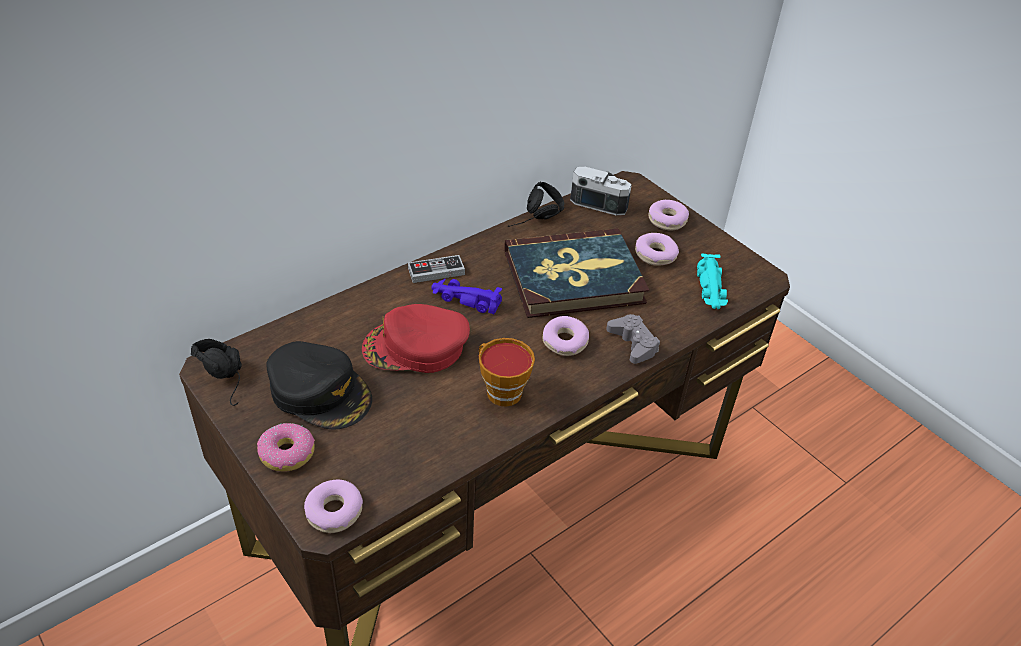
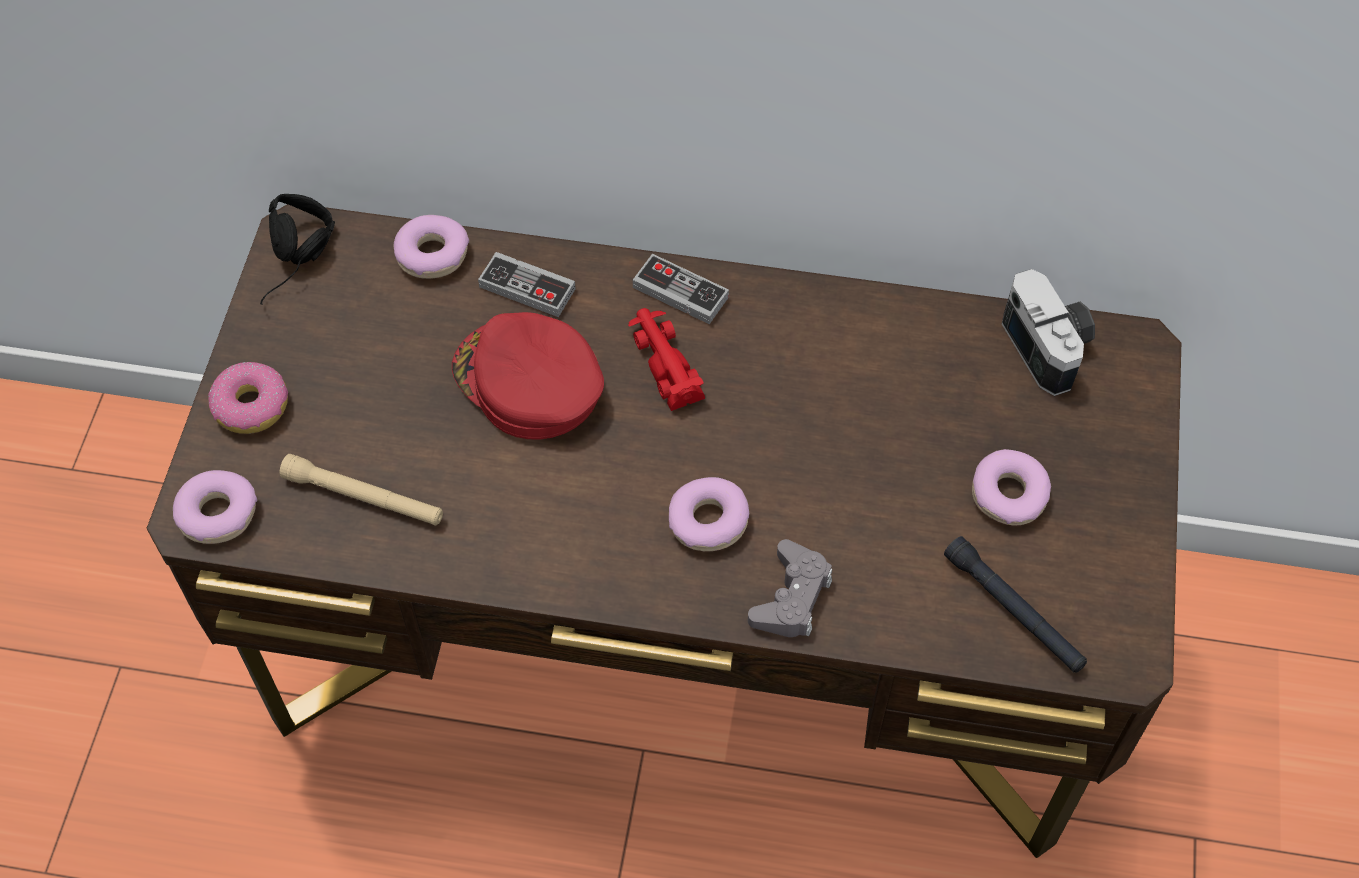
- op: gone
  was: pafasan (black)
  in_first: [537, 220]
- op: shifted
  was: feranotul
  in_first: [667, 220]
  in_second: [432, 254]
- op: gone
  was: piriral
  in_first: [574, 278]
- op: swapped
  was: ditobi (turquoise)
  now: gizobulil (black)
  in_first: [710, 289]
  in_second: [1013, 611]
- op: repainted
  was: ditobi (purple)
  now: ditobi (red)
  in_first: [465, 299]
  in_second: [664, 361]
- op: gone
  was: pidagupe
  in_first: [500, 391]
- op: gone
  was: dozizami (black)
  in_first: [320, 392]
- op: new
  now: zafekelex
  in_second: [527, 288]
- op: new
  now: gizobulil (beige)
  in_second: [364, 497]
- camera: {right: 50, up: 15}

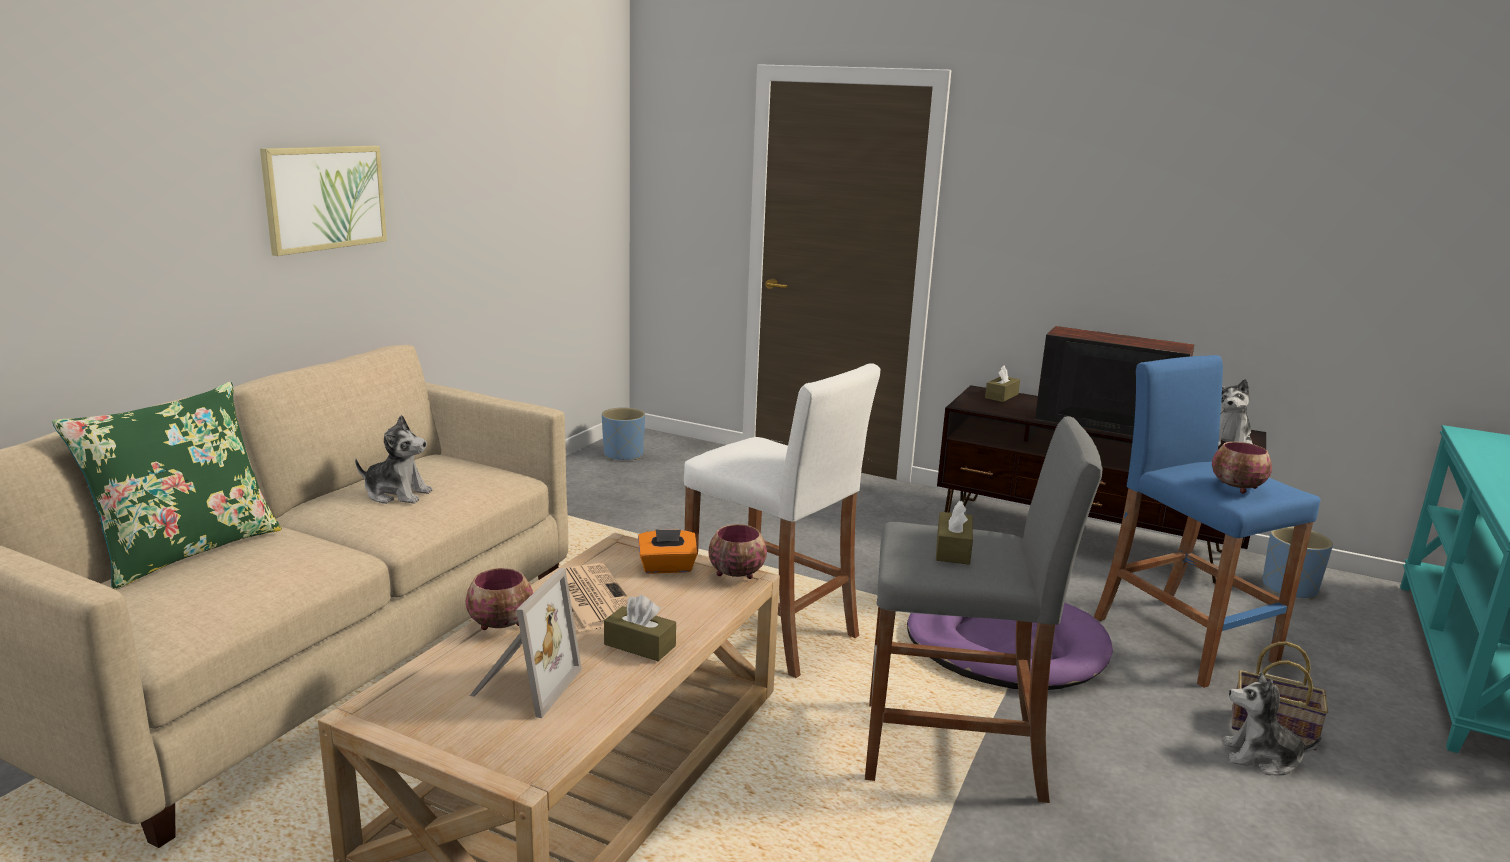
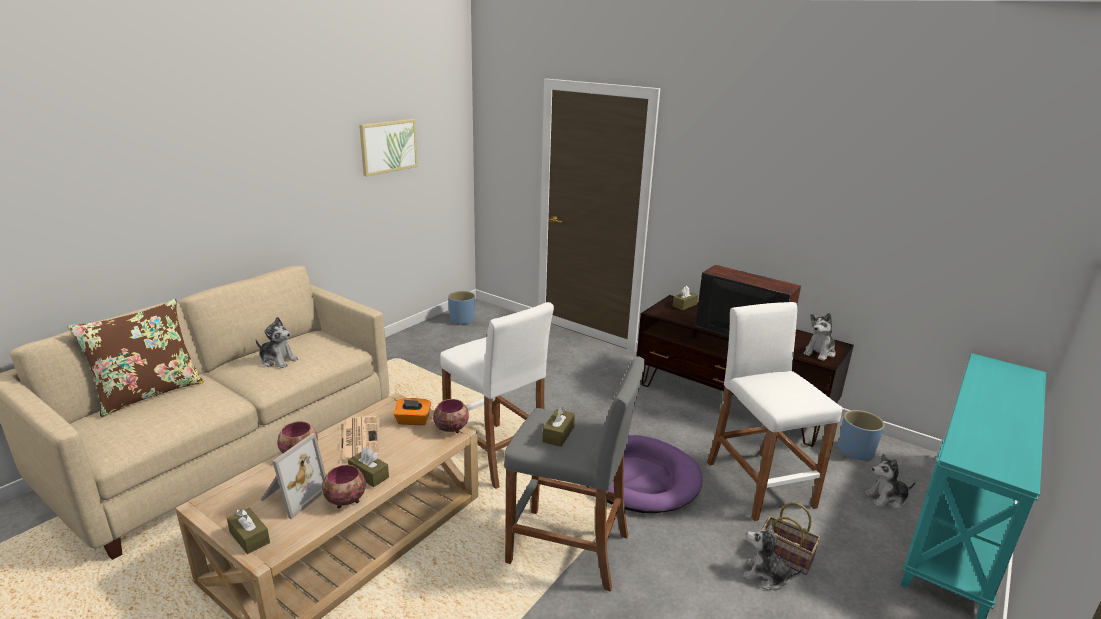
- op: shifted
  was: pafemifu
  in_first: [325, 198]
  in_second: [388, 146]
- op: repainted
  was: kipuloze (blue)
  now: kipuloze (white)
  in_first: [1182, 639]
  in_second: [759, 484]
- op: repainted
  was: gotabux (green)
  now: gotabux (brown)
  in_first: [186, 551]
  in_second: [149, 393]
- op: shifted
  was: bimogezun
  in_first: [1237, 488]
  in_second: [345, 501]
- op: new
  now: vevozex
  in_second: [886, 499]
- op: new
  now: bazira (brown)
  in_second: [249, 537]
- camera: {right: 10, up: 5}

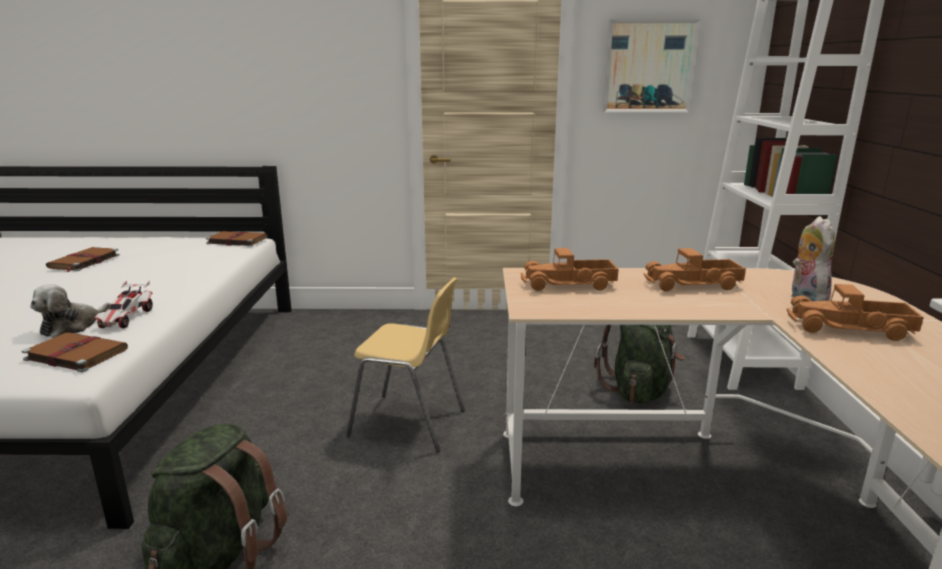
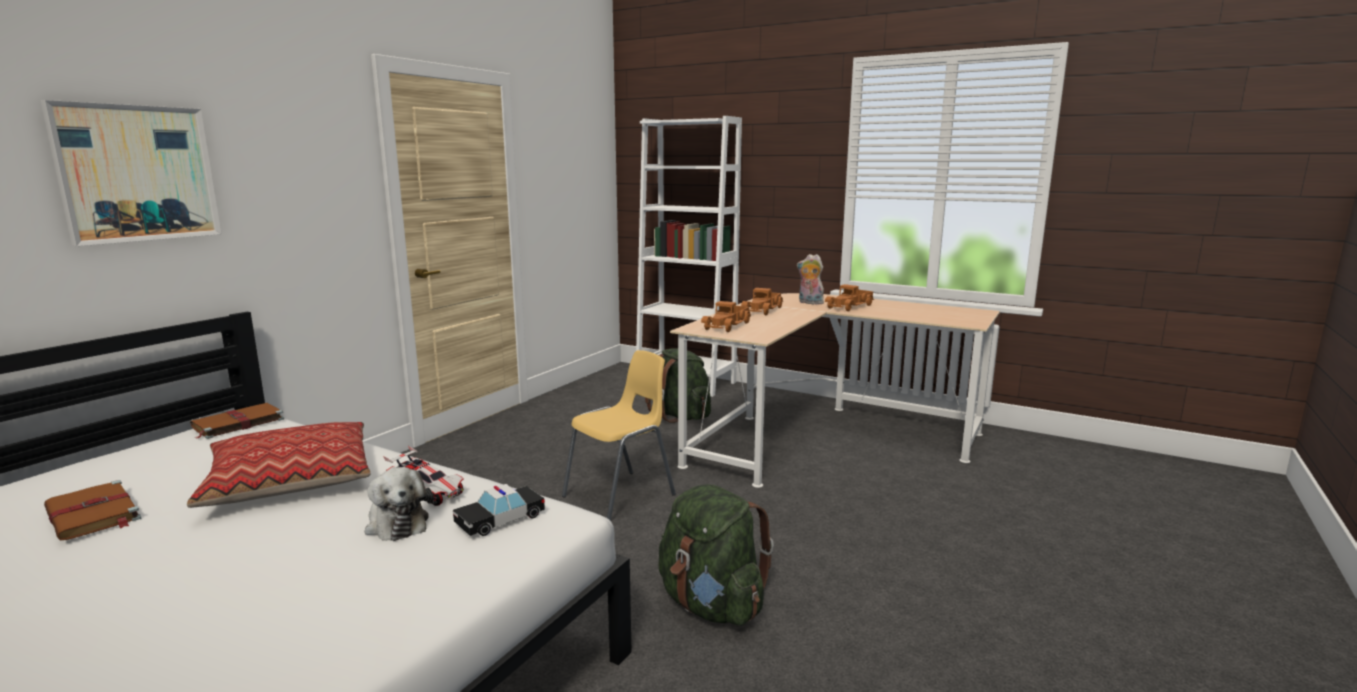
- op: shifted
  was: pafemifu
  in_first: [649, 66]
  in_second: [137, 173]
- op: swapped
  was: piriral (brown)
  now: ditobi
  in_first: [75, 354]
  in_second: [500, 519]
- op: new
  now: gotabux
  in_second: [289, 480]
- camera: {right: -60, up: -5}

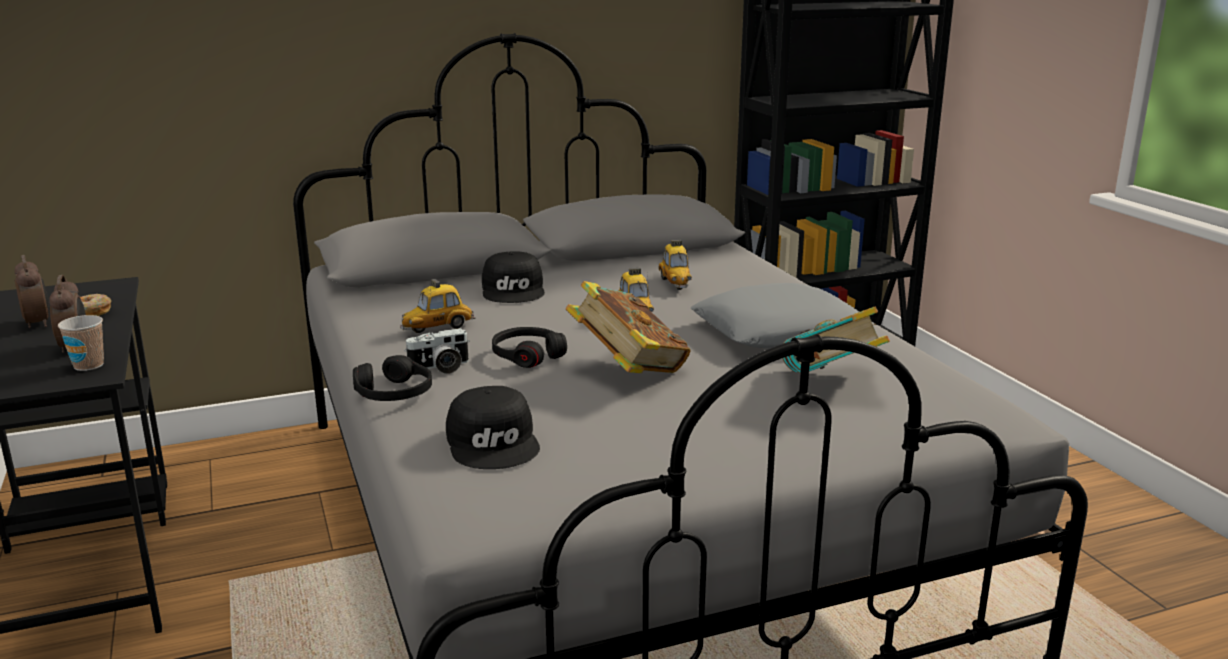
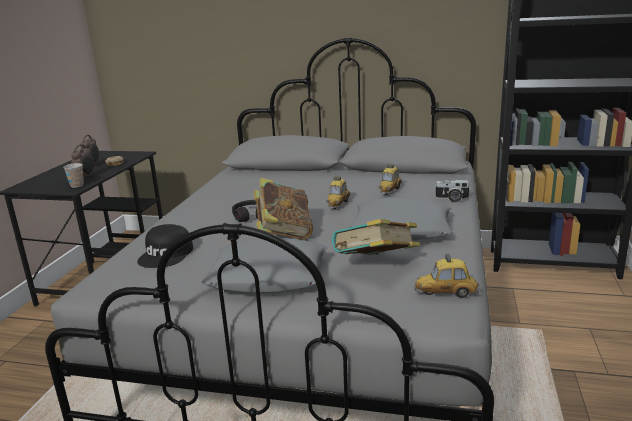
- op: gone
  was: dozizami (black)
  in_first: [514, 290]
- op: shifted
  was: ditobi
  in_first: [438, 328]
  in_second: [446, 293]
- op: shifted
  was: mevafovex
  in_first: [440, 368]
  in_second: [452, 199]
- op: gone
  was: pafasan (black)
  in_first: [394, 393]
- op: new
  now: gotabux (grey)
  in_second: [269, 276]
- camera: {right: 35, up: 0}

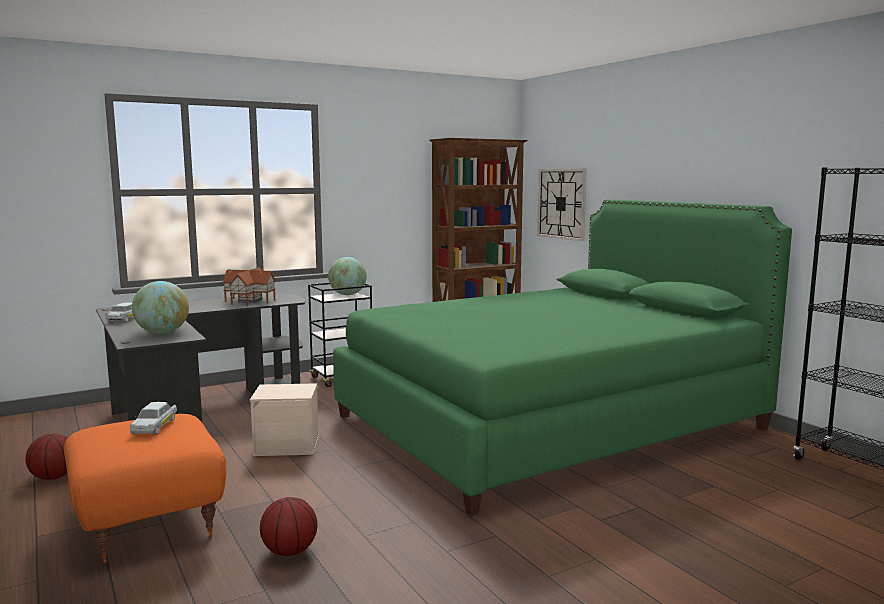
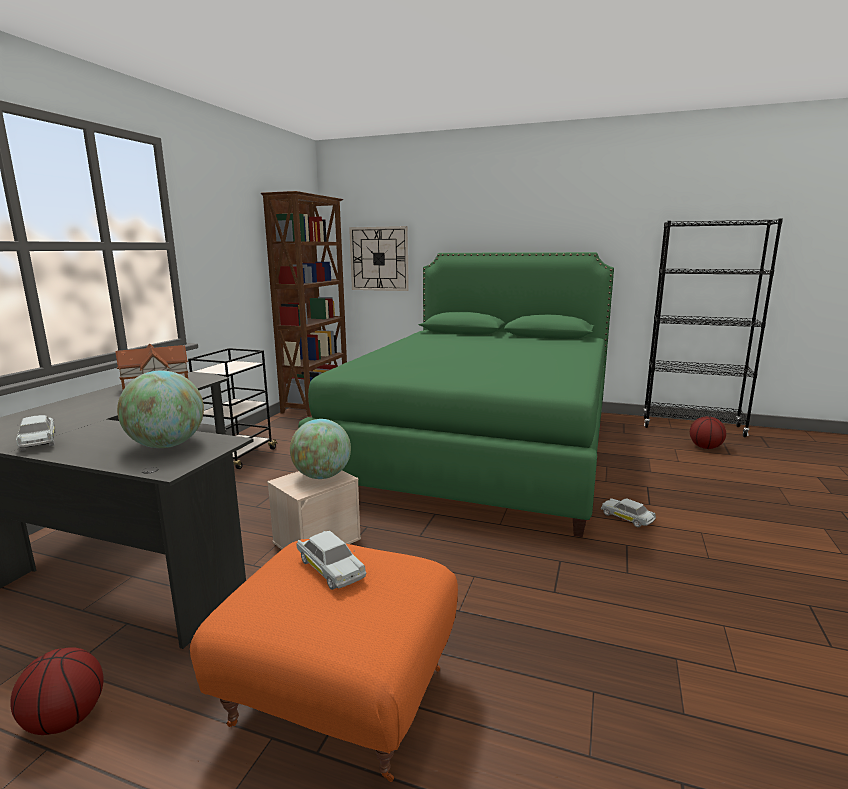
- op: shifted
  was: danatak
  in_first: [347, 294]
  in_second: [322, 476]
- op: shifted
  was: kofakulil
  in_first: [289, 551]
  in_second: [705, 447]
- op: new
  now: ditobi (white)
  in_second: [627, 518]
- camera: {right: -40, up: 5}

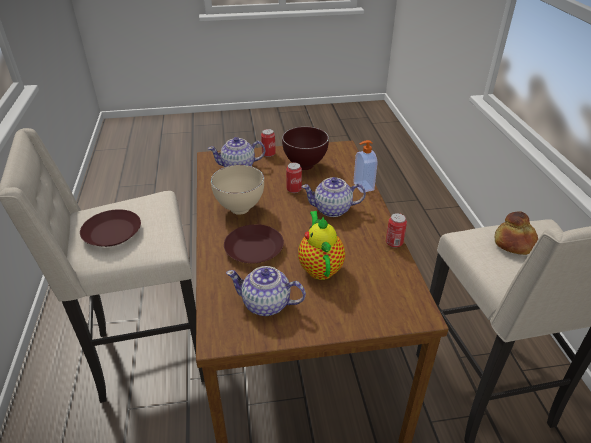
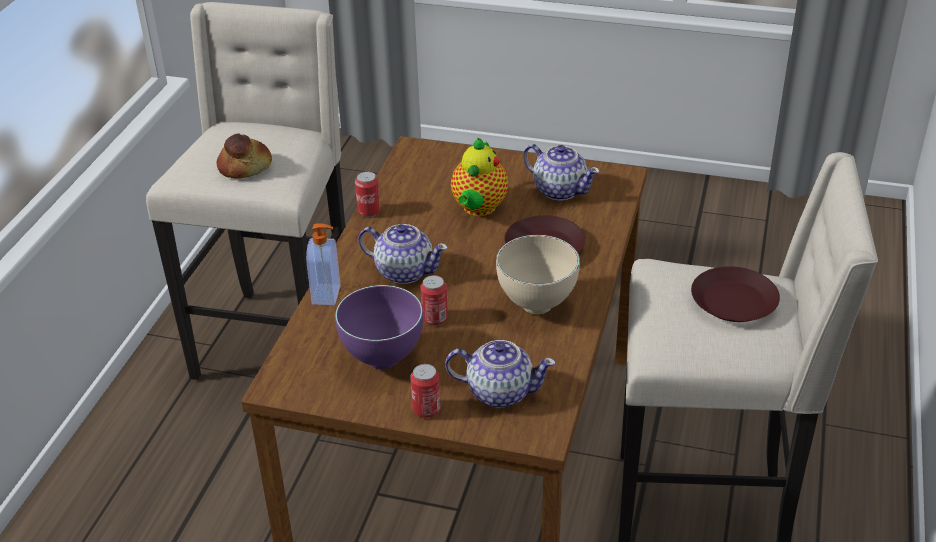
- op: repainted
  was: bimogezun (brown)
  now: bimogezun (purple)
  in_first: [304, 166]
  in_second: [385, 359]
- camera: {right: -155, up: 0}

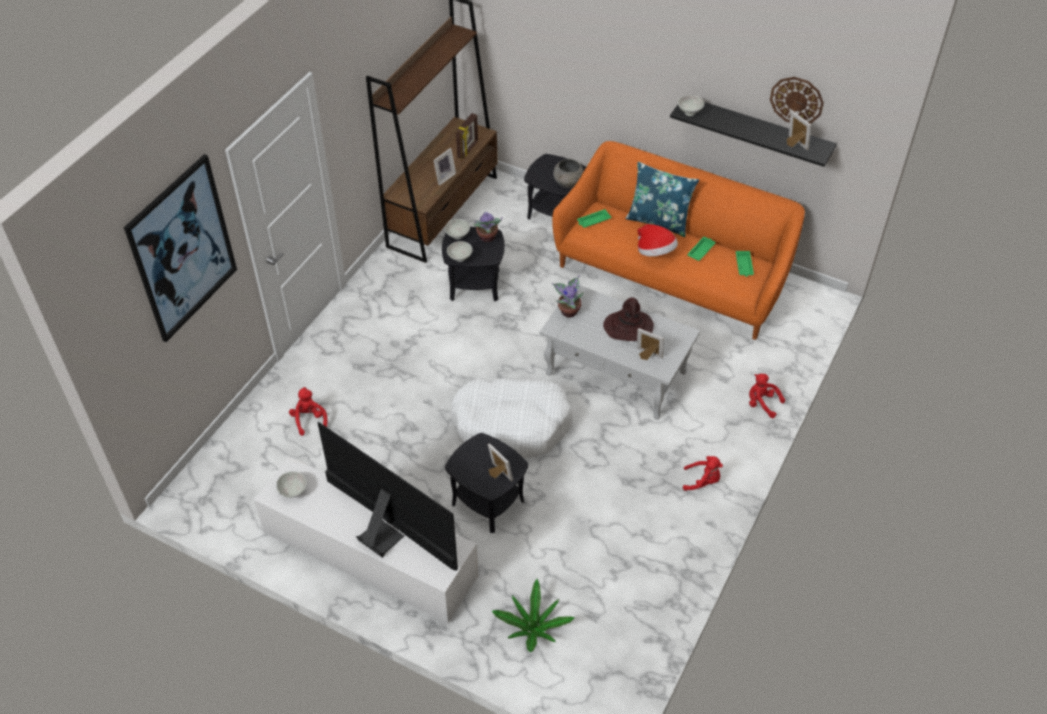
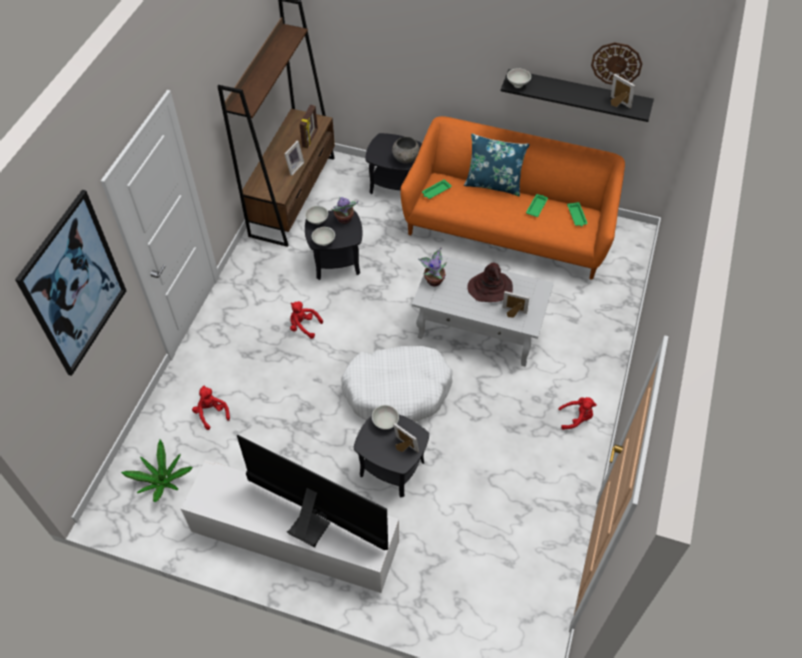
- op: gone
  was: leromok
  in_first: [655, 252]
- op: shifted
  was: vevozex (red)
  in_first: [762, 403]
  in_second: [303, 326]
- op: shifted
  was: bimogezun (white)
  in_first: [293, 491]
  in_second: [385, 422]
- op: shifted
  was: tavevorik
  in_first: [533, 628]
  in_second: [162, 480]
- camera: {right: -10, up: 5}

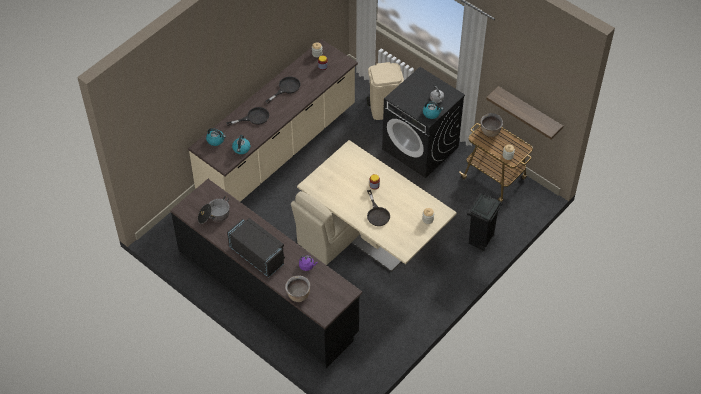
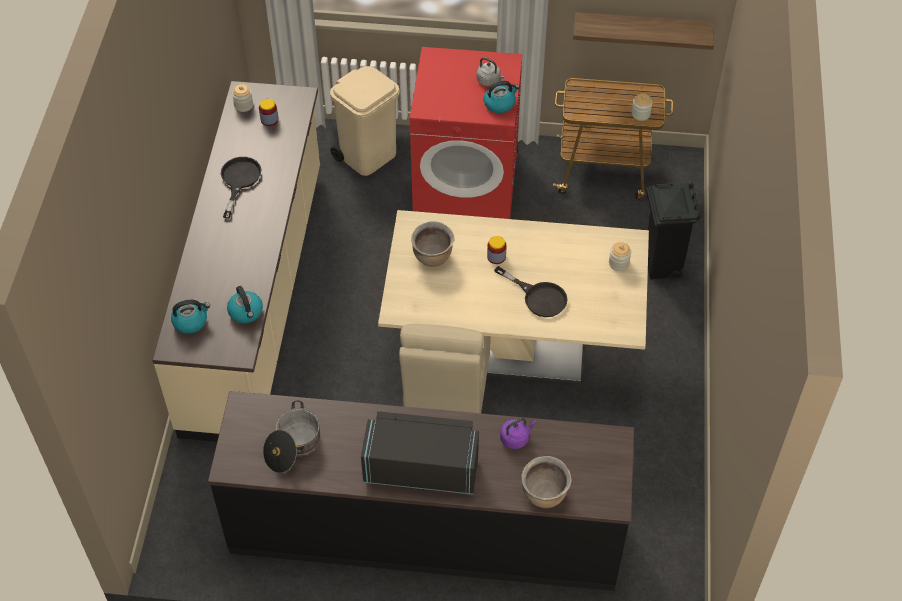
- op: repainted
  was: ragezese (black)
  now: ragezese (red)
  in_first: [421, 148]
  in_second: [466, 182]
- op: gone
  was: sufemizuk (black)
  in_first: [254, 118]
- op: shifted
  was: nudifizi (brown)
  in_first: [490, 132]
  in_second: [433, 257]
- camera: {right: -35, up: 0}

